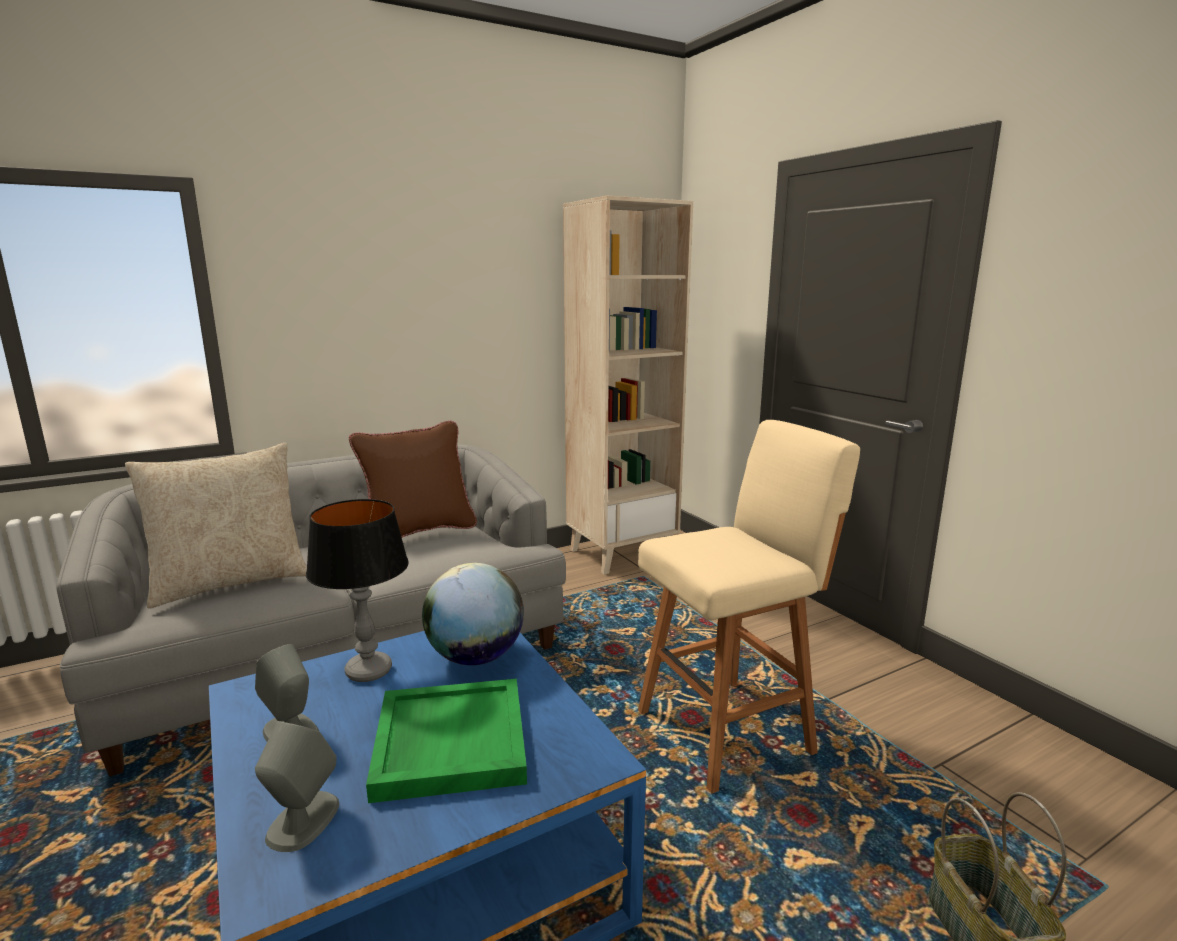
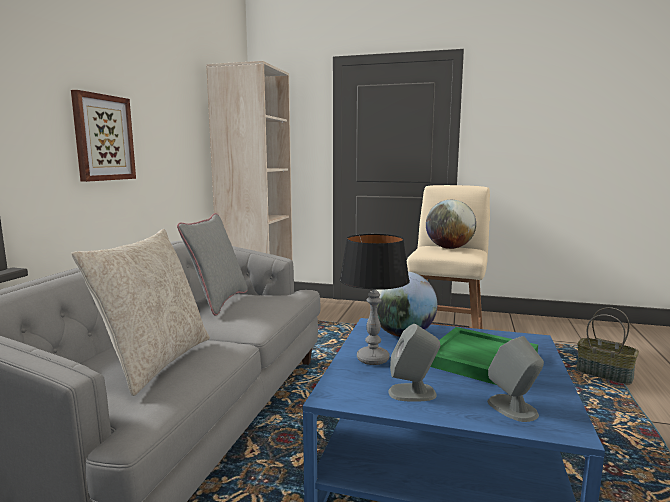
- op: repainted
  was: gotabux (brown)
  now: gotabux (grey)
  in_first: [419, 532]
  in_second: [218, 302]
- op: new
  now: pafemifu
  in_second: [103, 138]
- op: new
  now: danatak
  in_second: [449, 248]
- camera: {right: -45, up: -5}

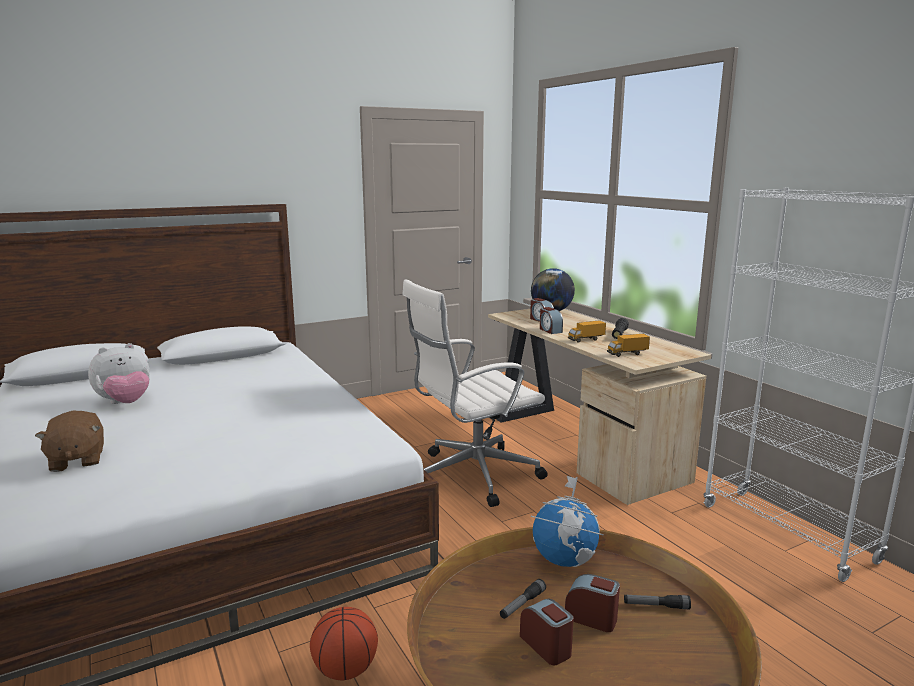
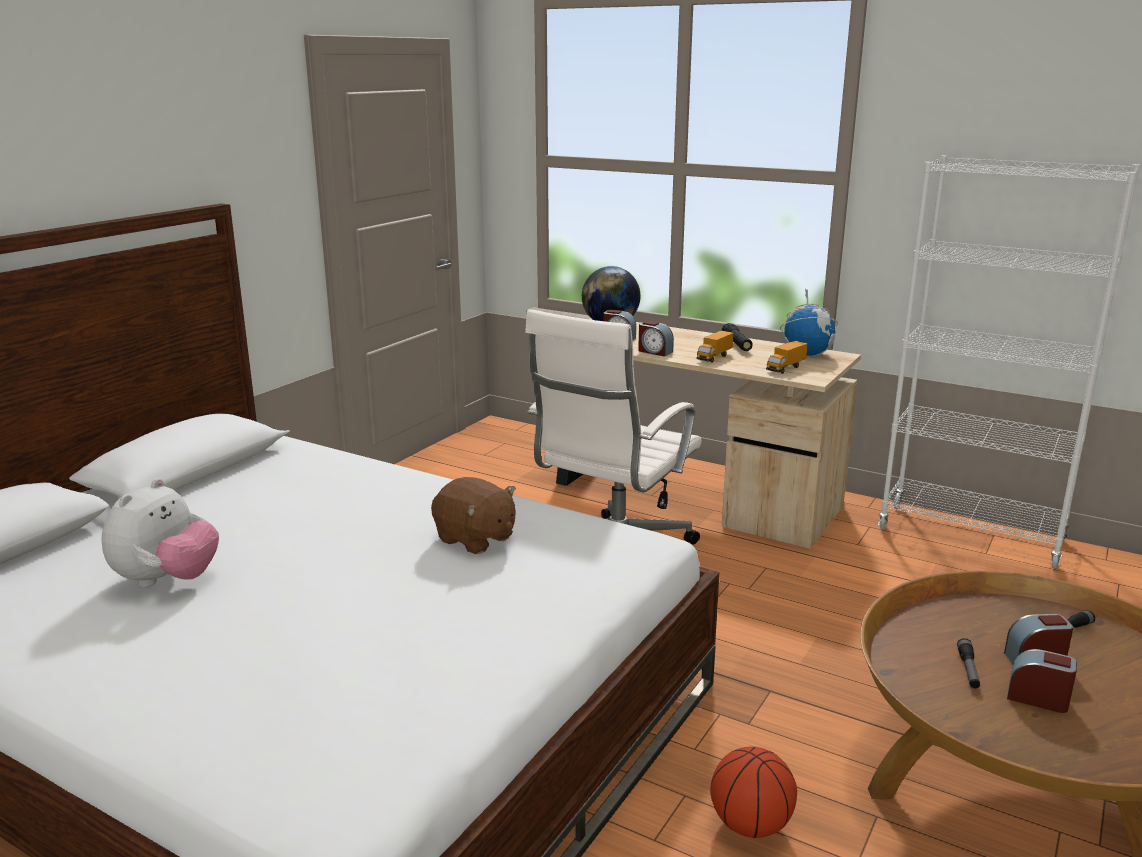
- op: shifted
  was: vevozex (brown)
  in_first: [76, 461]
  in_second: [475, 539]
- op: shifted
  was: danatak
  in_first: [565, 560]
  in_second: [807, 354]
- camera: {right: -30, up: 5}

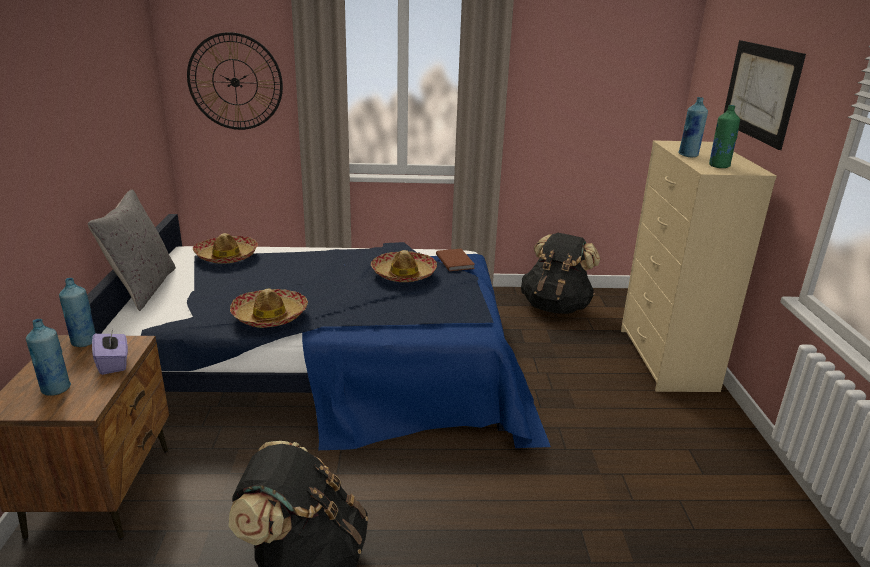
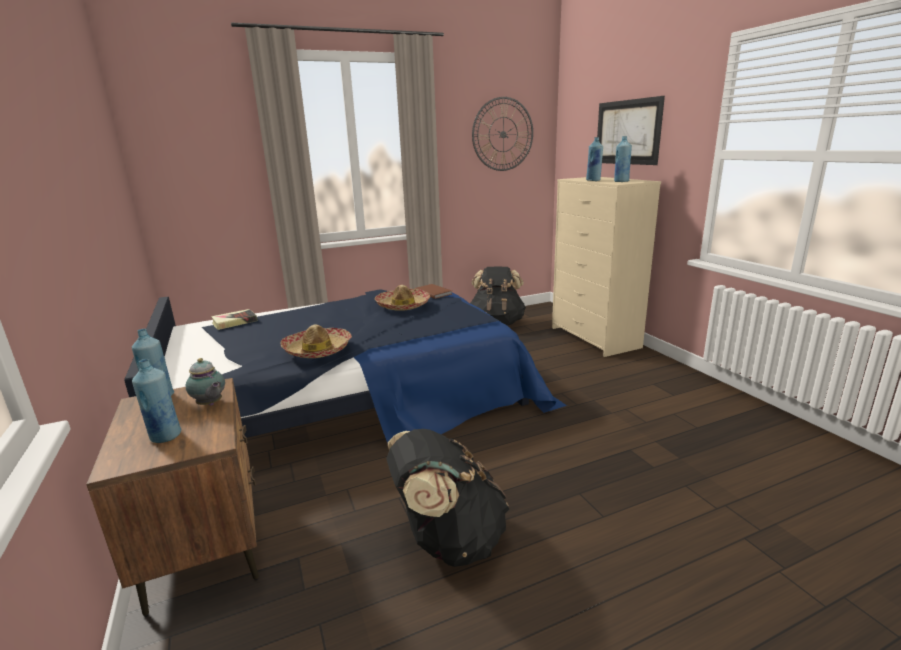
- op: shifted
  was: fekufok
  in_first: [235, 82]
  in_second: [503, 134]
- op: repainted
  was: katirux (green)
  now: katirux (blue)
  in_first: [719, 166]
  in_second: [621, 181]
- op: gone
  was: gotabux (grey)
  in_first: [143, 288]
- op: swapped
  was: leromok
  now: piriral
  in_first: [227, 256]
  in_second: [234, 322]
- op: swapped
  was: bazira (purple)
  now: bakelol
  in_first: [113, 363]
  in_second: [210, 404]
- camera: {right: -20, up: -5}

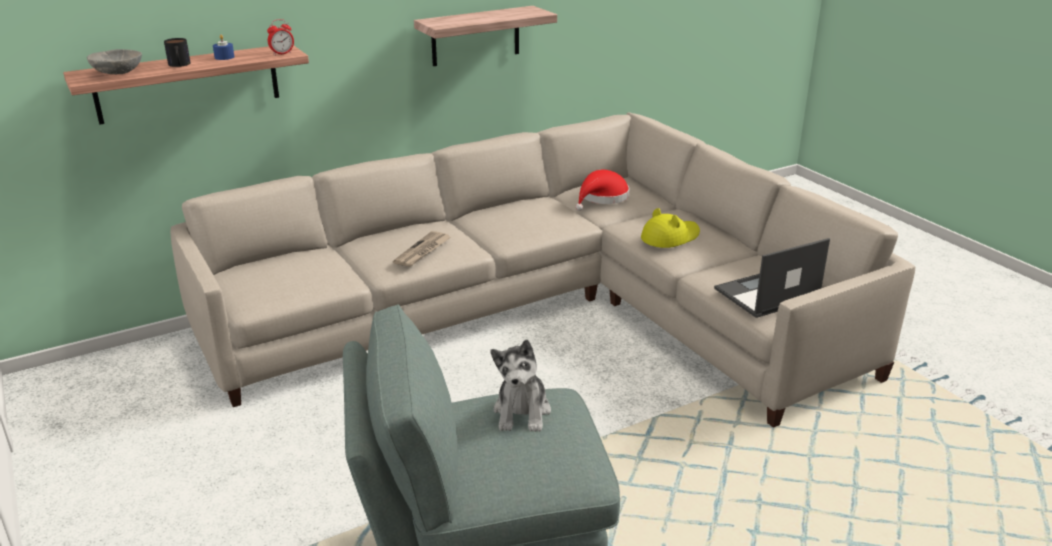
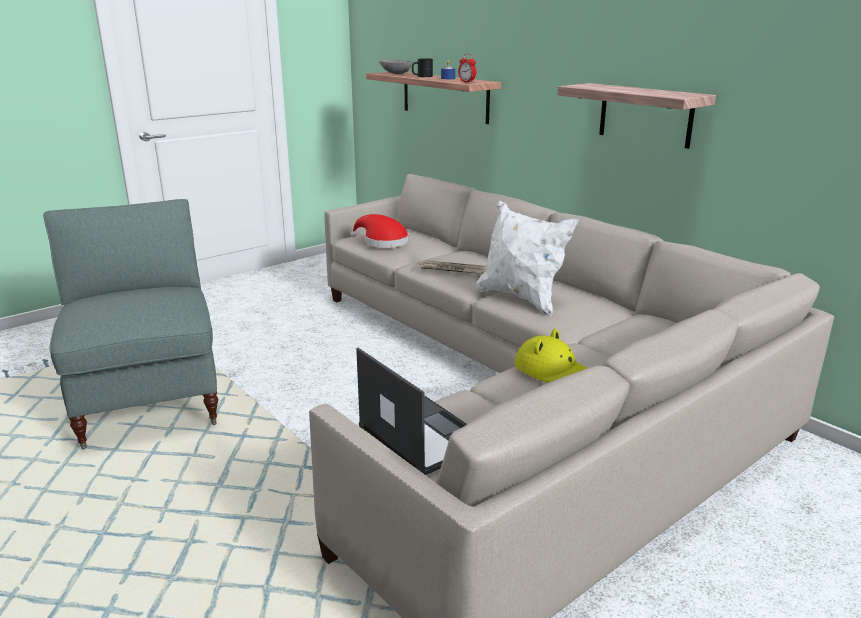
- op: shifted
  was: leromok (red)
  in_first: [602, 198]
  in_second: [382, 242]
- op: gone
  was: vevozex
  in_first: [522, 412]
- op: new
  now: gotabux (white)
  in_second: [521, 298]
- camera: {right: 80, up: -5}

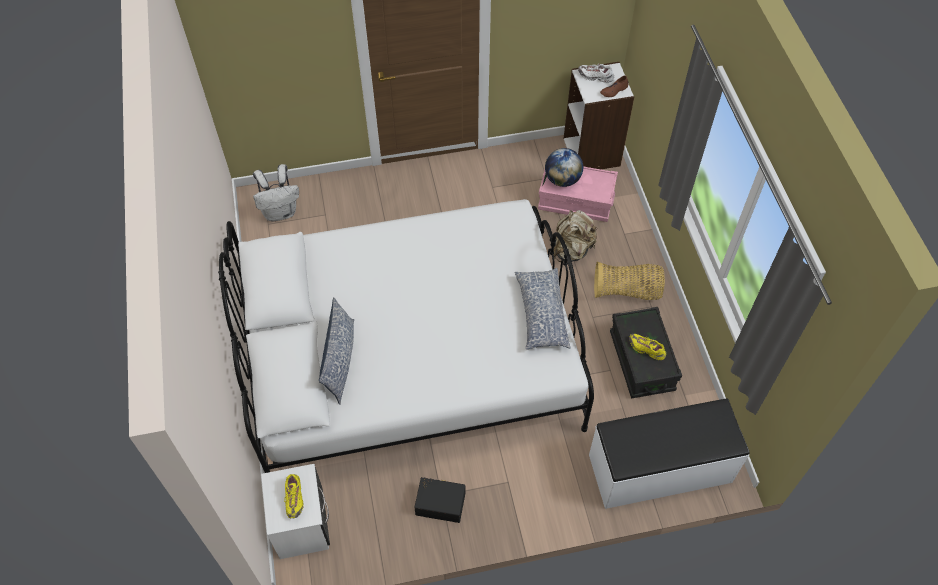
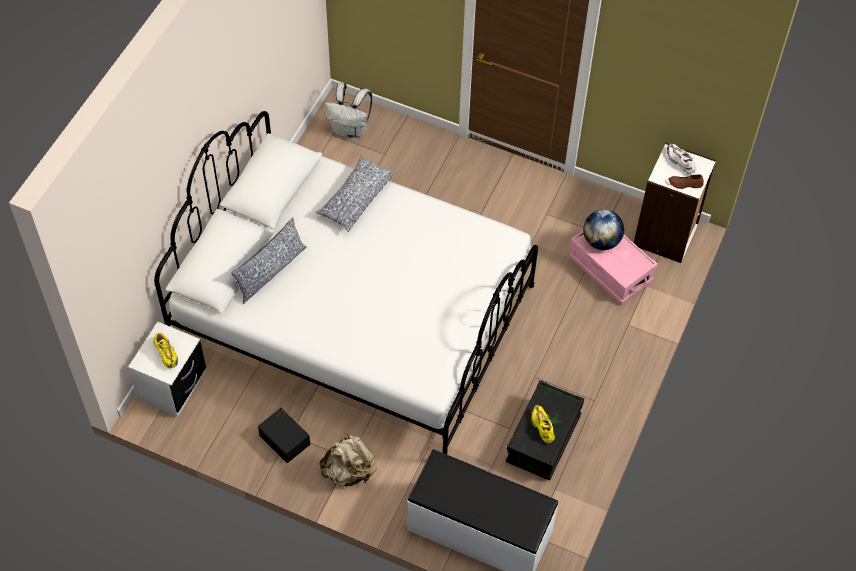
- op: shifted
  was: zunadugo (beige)
  in_first: [572, 250]
  in_second: [349, 472]
- op: gone
  was: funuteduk
  in_first: [627, 291]
- op: shifted
  was: gotabux
  in_first: [541, 314]
  in_second: [355, 198]
- op: rotated
  was: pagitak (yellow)
  in_first: [294, 498]
  in_second: [166, 354]
  clockwise: -60
- camera: {right: 35, up: 0}

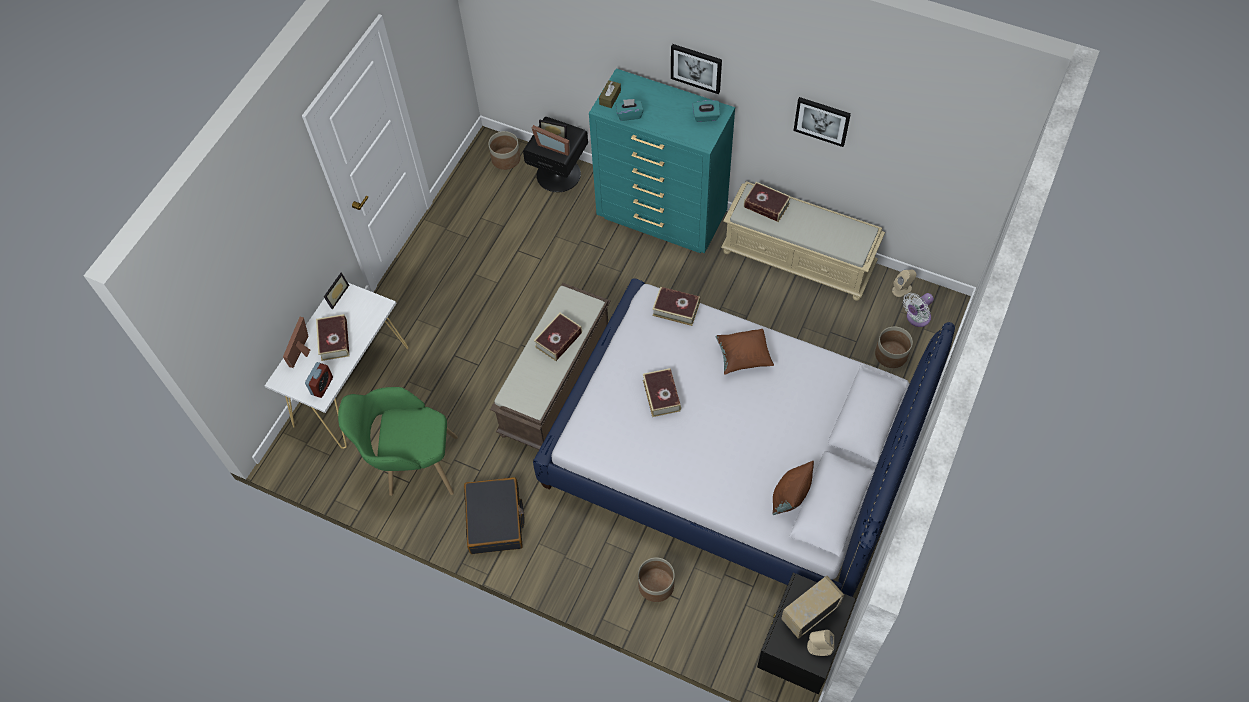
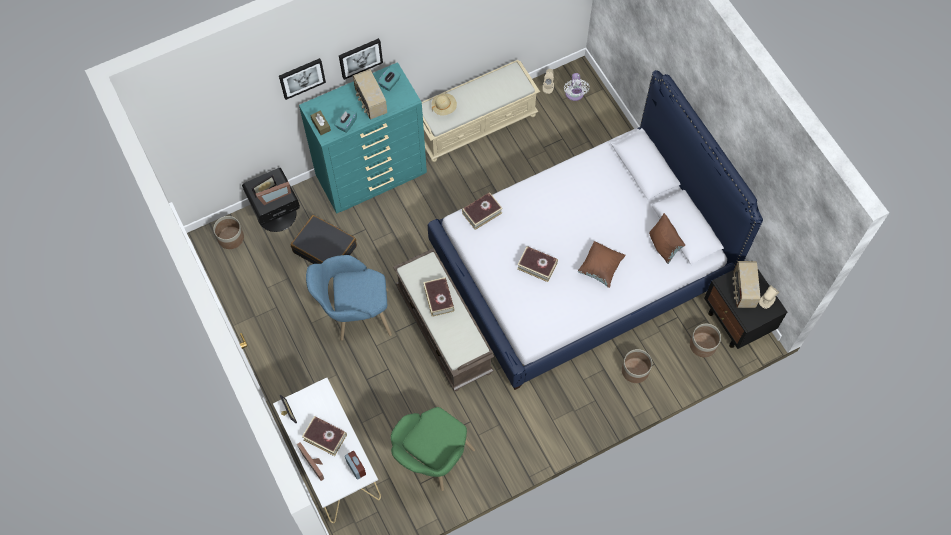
- op: shifted
  was: pafemifu
  in_first: [822, 120]
  in_second: [301, 77]
- op: swapped
  was: piriral
  now: leromok (beige)
  in_first: [766, 205]
  in_second: [444, 107]
- op: shifted
  was: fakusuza
  in_first: [891, 354]
  in_second: [702, 345]
- op: shifted
  was: gotabux (brown)
  in_first: [743, 357]
  in_second: [600, 268]
- op: shifted
  was: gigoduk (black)
  in_first: [495, 520]
  in_second: [325, 249]
- op: new
  now: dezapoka
  in_second: [370, 103]
- op: new
  now: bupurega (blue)
  in_second: [355, 315]
- camera: {right: -55, up: 5}

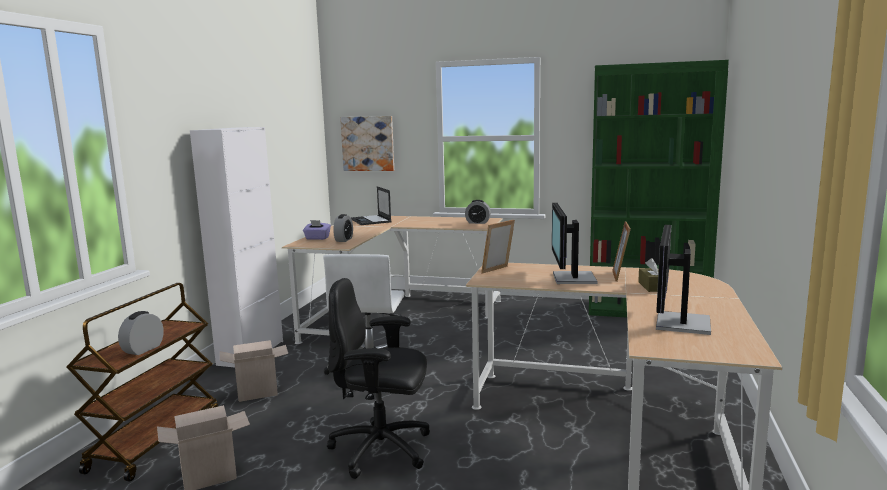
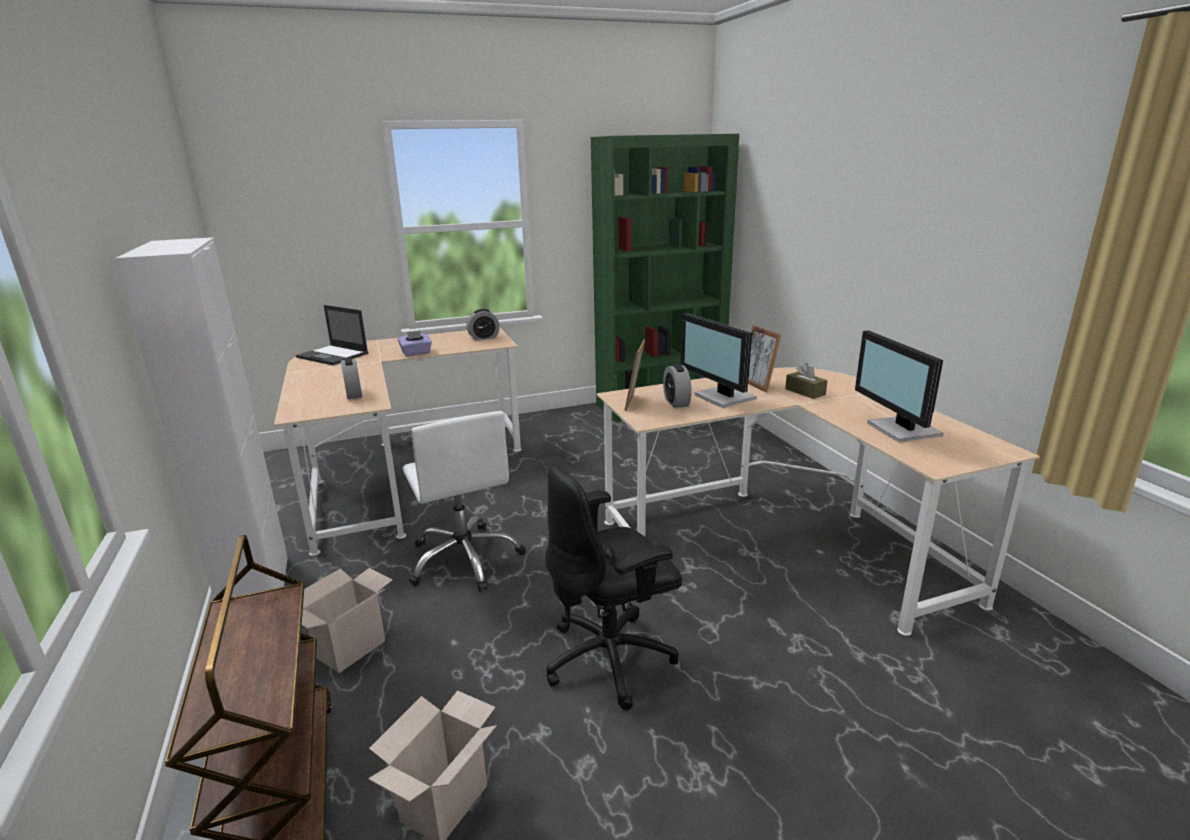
- op: gone
  was: pafemifu
  in_first: [368, 143]
- op: shifted
  was: bazira (purple)
  in_first: [317, 238]
  in_second: [416, 353]
- op: shifted
  was: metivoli
  in_first: [143, 349]
  in_second: [676, 402]
- camera: {right: -35, up: 10}

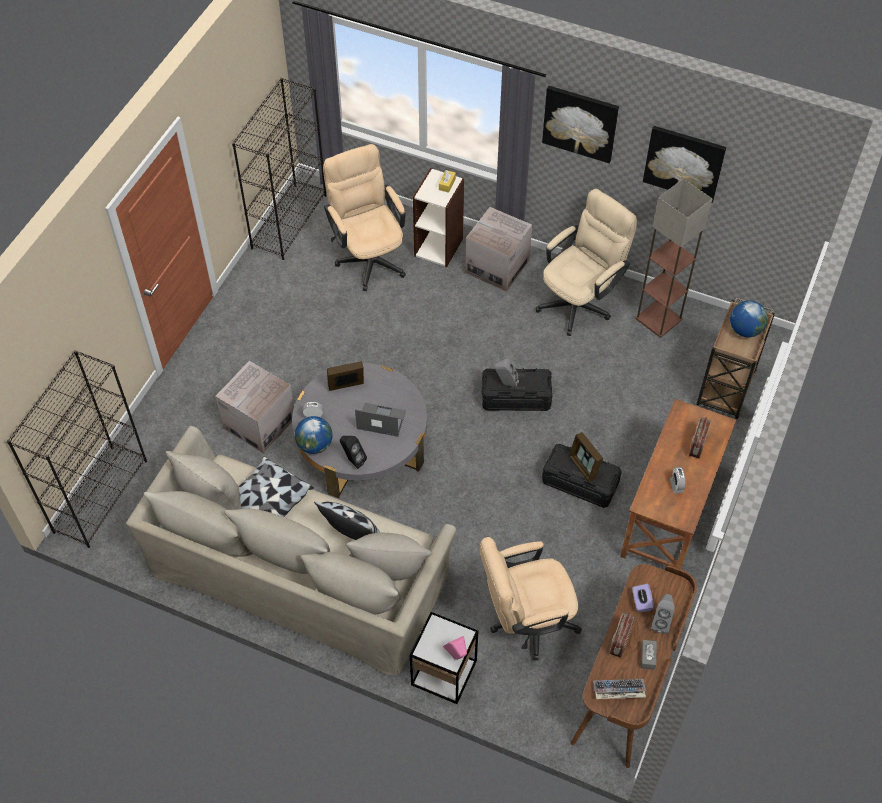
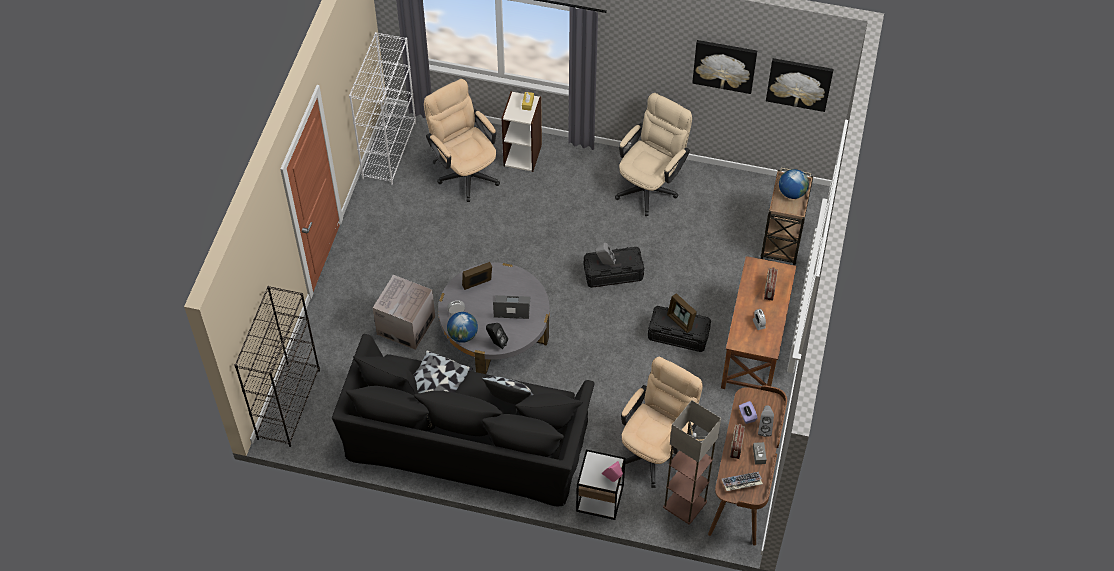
- op: repainted
  was: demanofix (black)
  now: demanofix (white)
  in_first: [289, 221]
  in_second: [389, 150]
- op: shifted
  was: pafemifu
  in_first: [580, 123]
  in_second: [799, 83]
- op: shifted
  was: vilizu
  in_first: [657, 319]
  in_second: [684, 504]
- op: gone
  was: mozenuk
  in_first: [497, 266]
- op: repainted
  was: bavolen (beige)
  now: bavolen (black)
  in_first: [299, 570]
  in_second: [467, 437]
- op: rotated
  was: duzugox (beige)
  in_first: [525, 621]
  in_second: [656, 449]
  clockwise: 150
- camera: {right: -10, up: 0}

